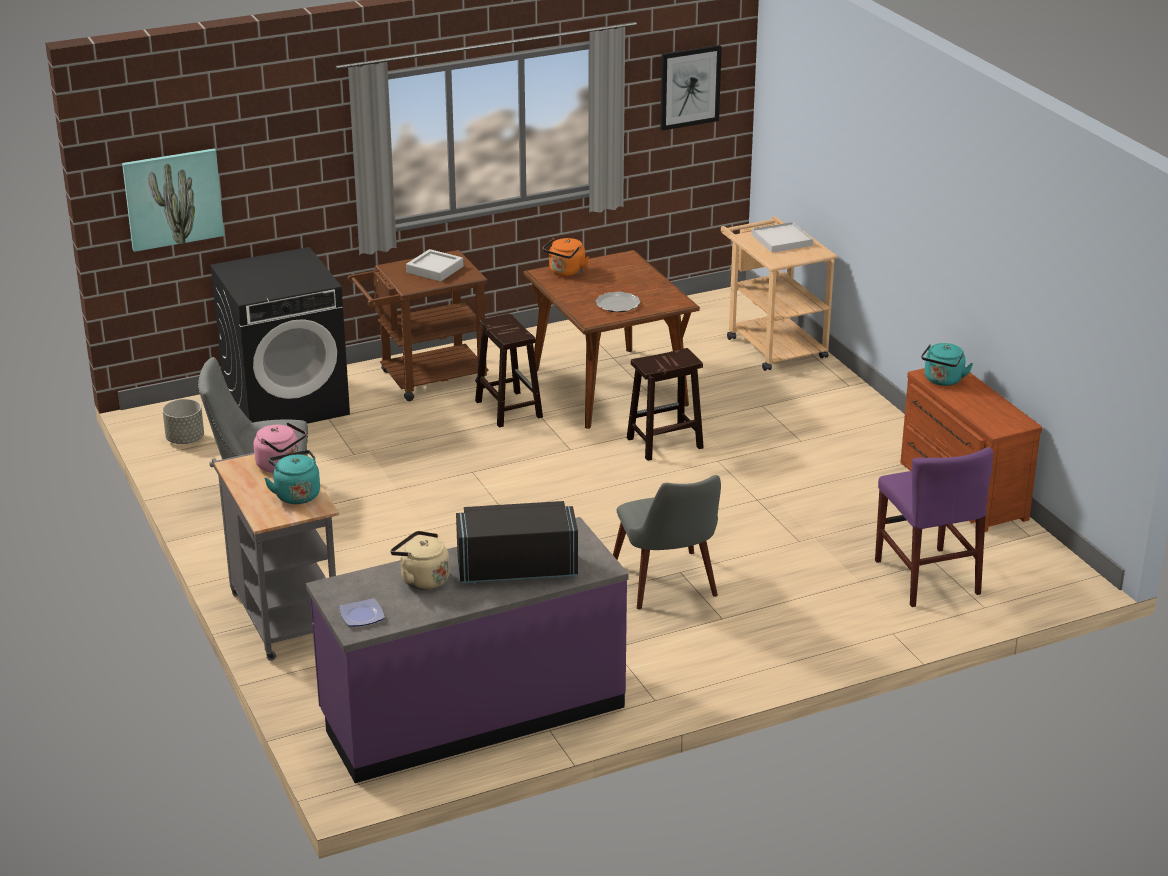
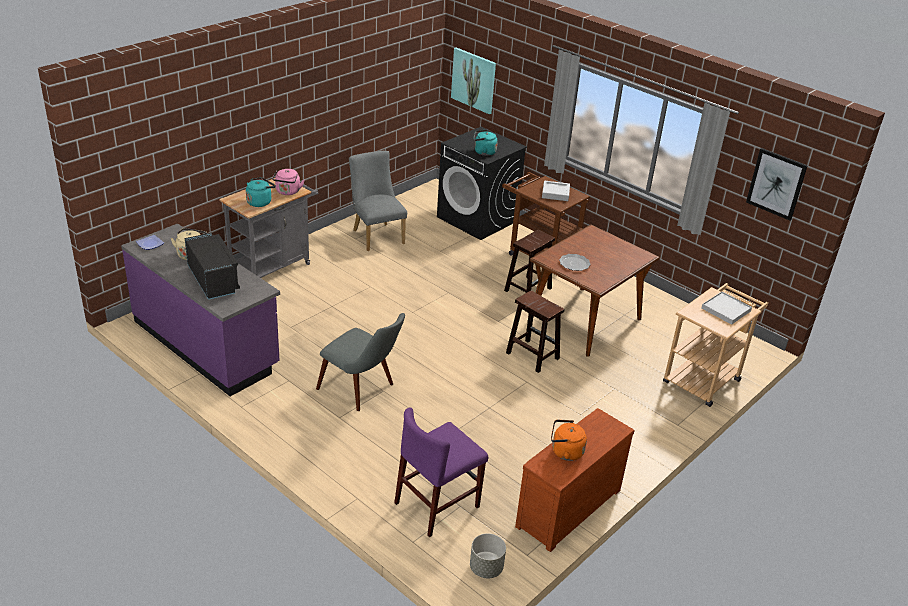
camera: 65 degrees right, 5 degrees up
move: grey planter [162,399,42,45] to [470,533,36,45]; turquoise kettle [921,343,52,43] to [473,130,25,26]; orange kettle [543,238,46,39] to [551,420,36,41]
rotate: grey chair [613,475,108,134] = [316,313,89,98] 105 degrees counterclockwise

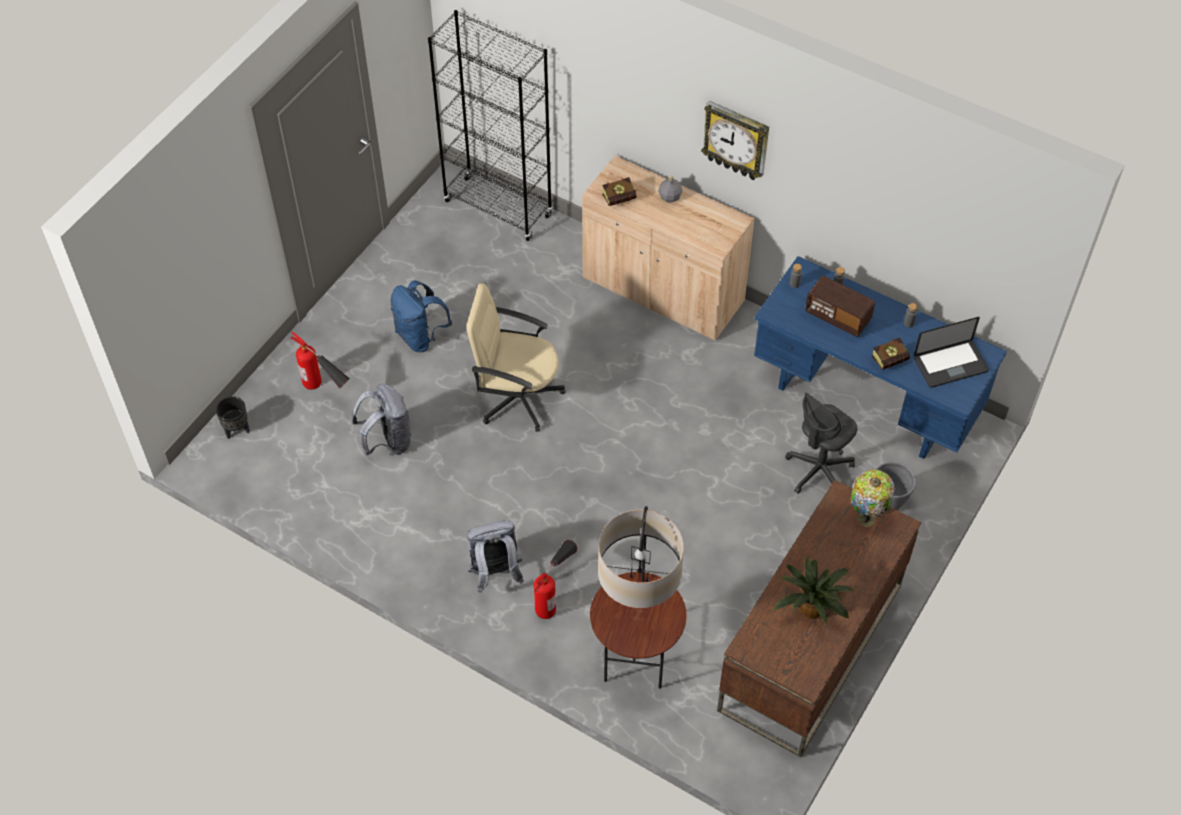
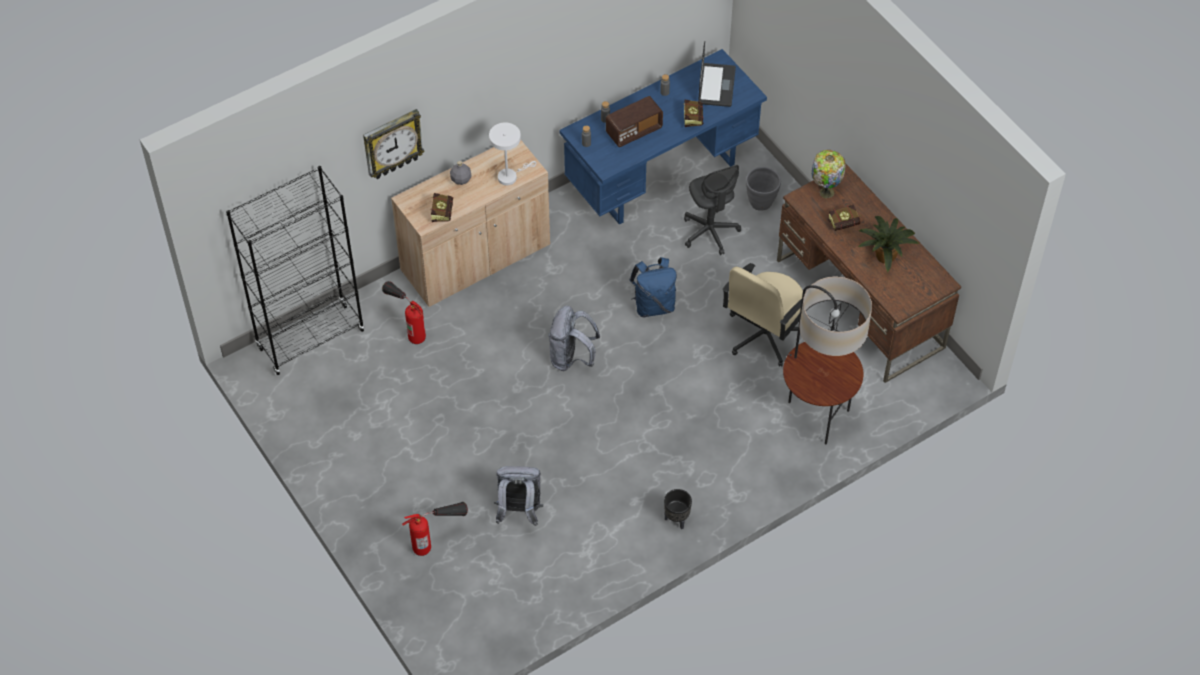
camera: 65 degrees left, 0 degrees up
insert: white table lamp [489,123,47,62]; book [828,205,32,26]
move: wall clock [701,101,68,79] to [363,109,62,70]; fire extinguisher [534,540,43,79] to [382,281,44,63]; grey backpack [466,520,58,73] to [548,306,52,65]; blue backpack [390,281,62,71] to [630,257,47,60]; black planter [216,396,34,43] to [664,489,28,40]; beige office chair [467,283,98,149] to [722,263,81,104]

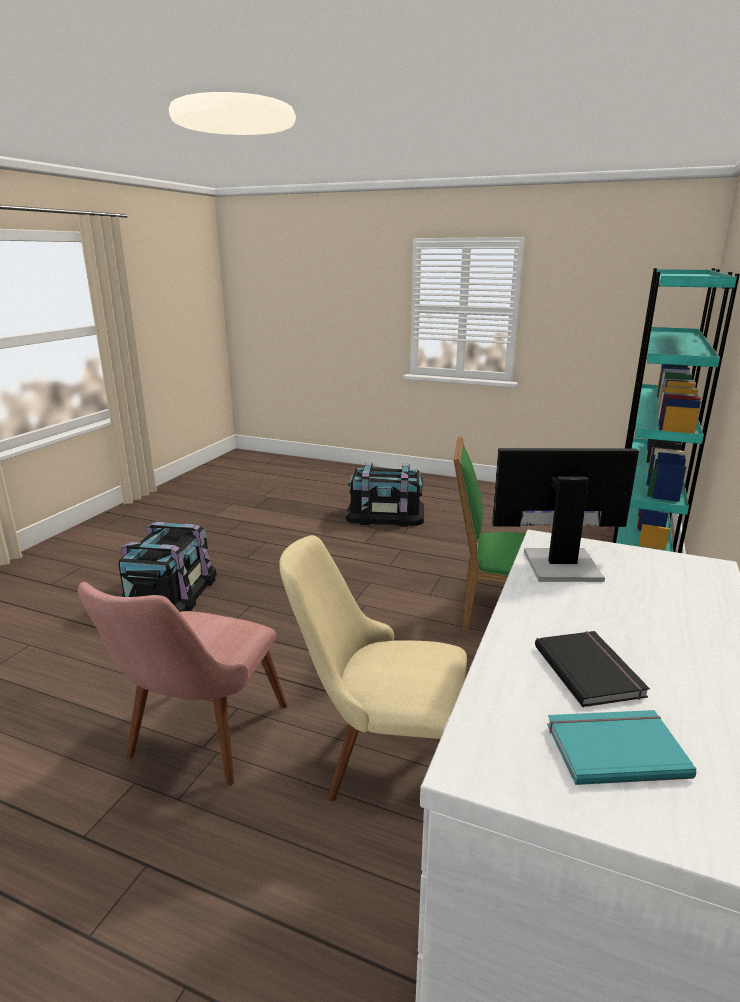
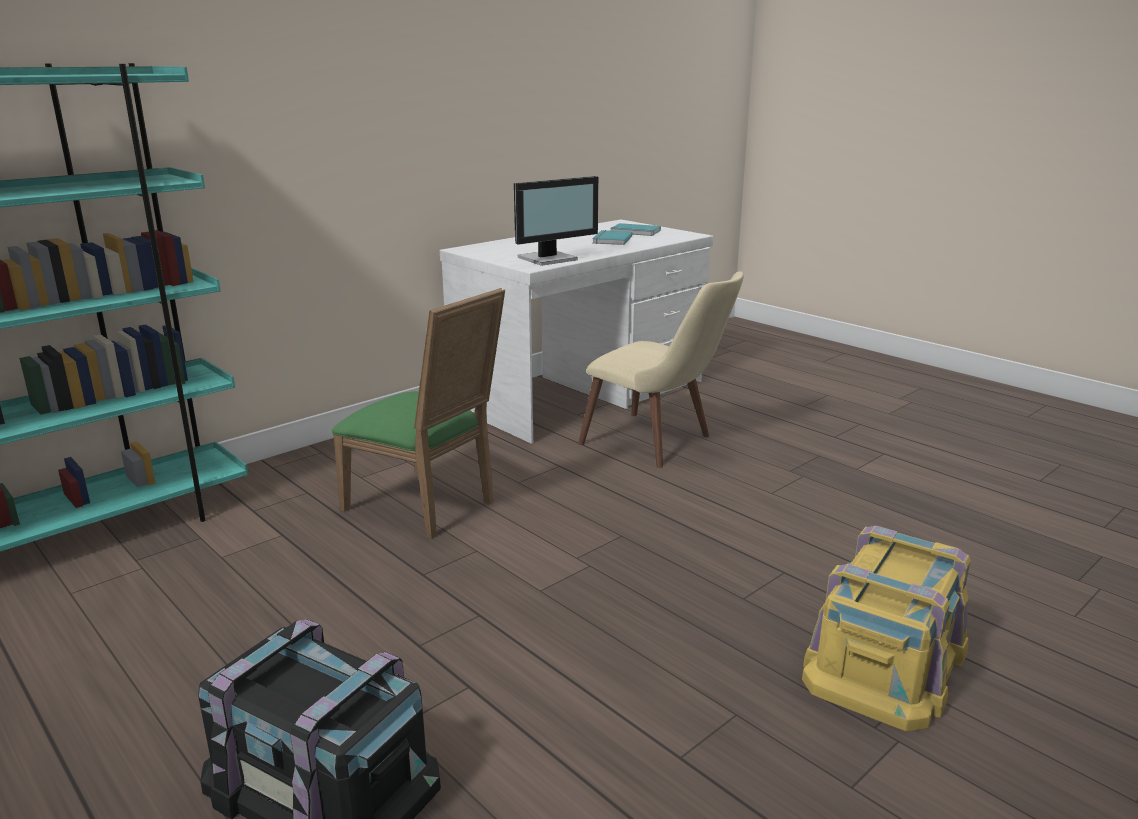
camera: 155 degrees left, 0 degrees up
delete: pink chair [78,582,209,204]
recolor: black book [535,631,115,76] to turquoise book [592,230,41,15]; black storage box [118,522,99,90] to yellow storage box [802,526,169,205]
rotate: monitor [492,448,147,134] = [514,176,85,90] 60 degrees counterclockwise

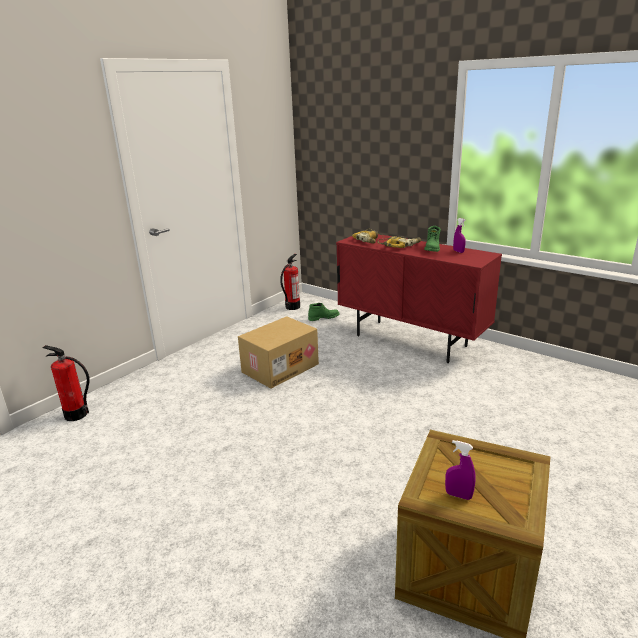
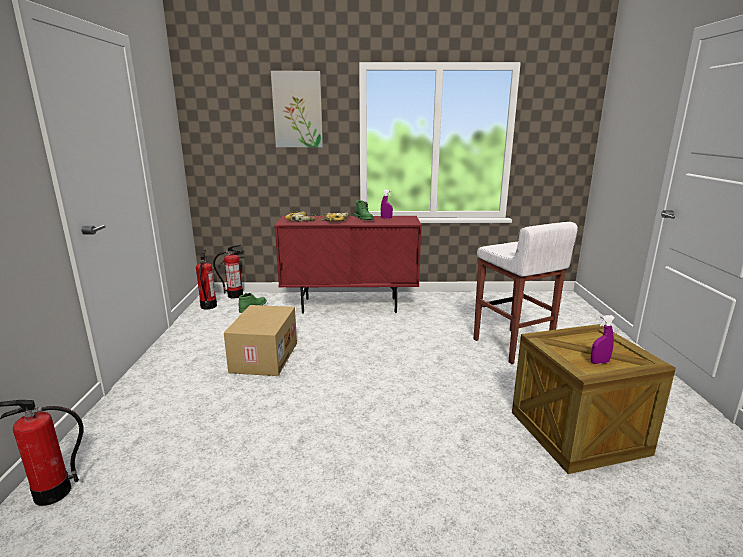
camera: 40 degrees left, 5 degrees down
insert: fire extinguisher [213,245,30,54]; picture [271,71,52,76]; white stool [474,222,104,142]

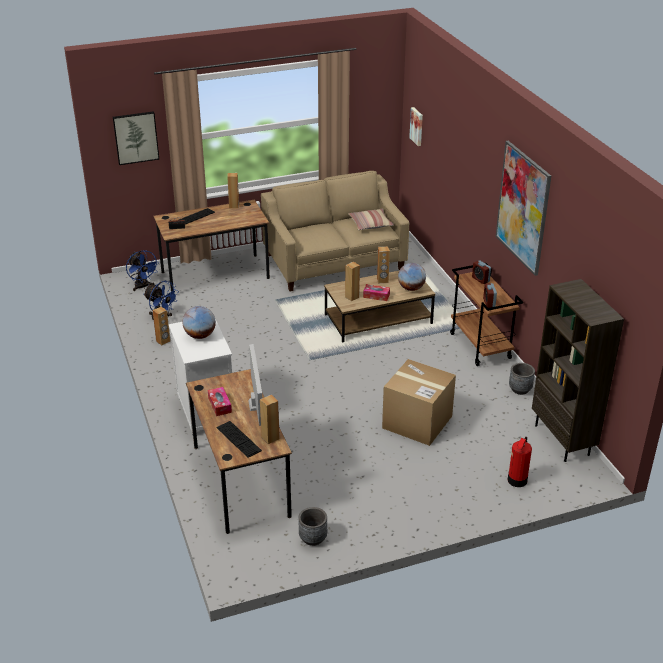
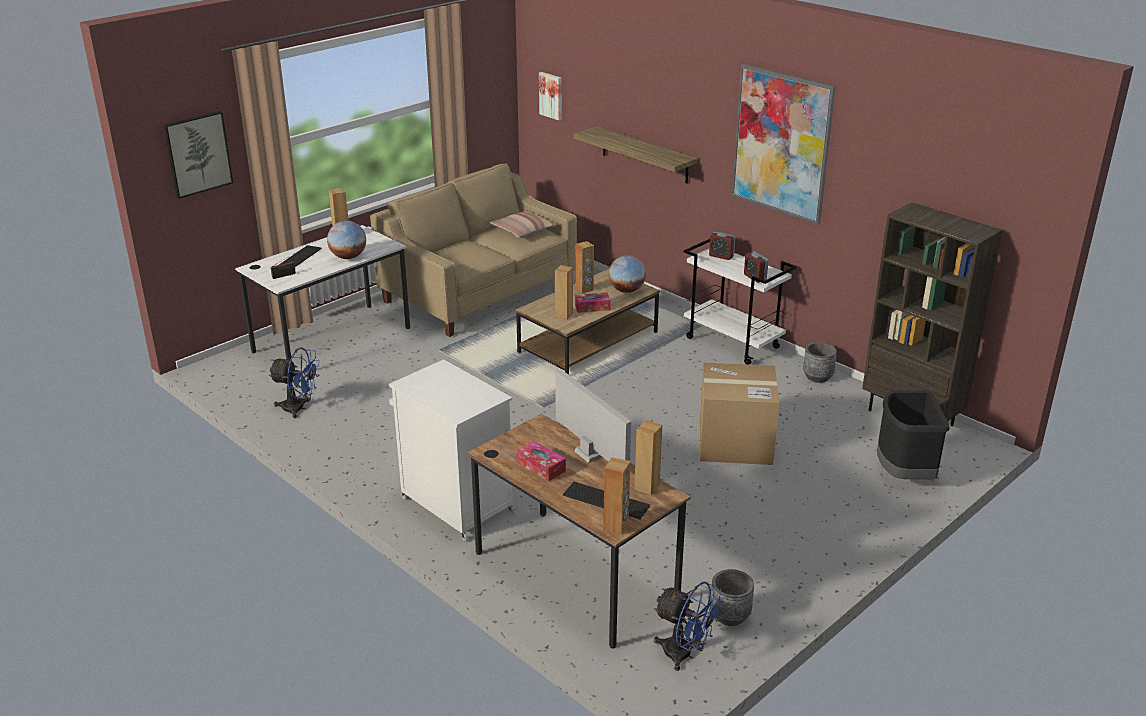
camera: 25 degrees left, 5 degrees down
insert: shelf [574,126,124,58]
move: globe [183,306,33,33] to [327,221,39,38]; brown speaker [152,307,18,38] to [603,457,27,78]; blue fan [126,251,32,40] to [654,582,70,89]
replace: fire extinguisher [508,437,24,50] to black trash can [877,390,73,89]
recolor: brown desk [154,200,116,92] to white desk [235,225,175,135]; brown cart [450,263,73,103] to white cart [684,239,113,125]

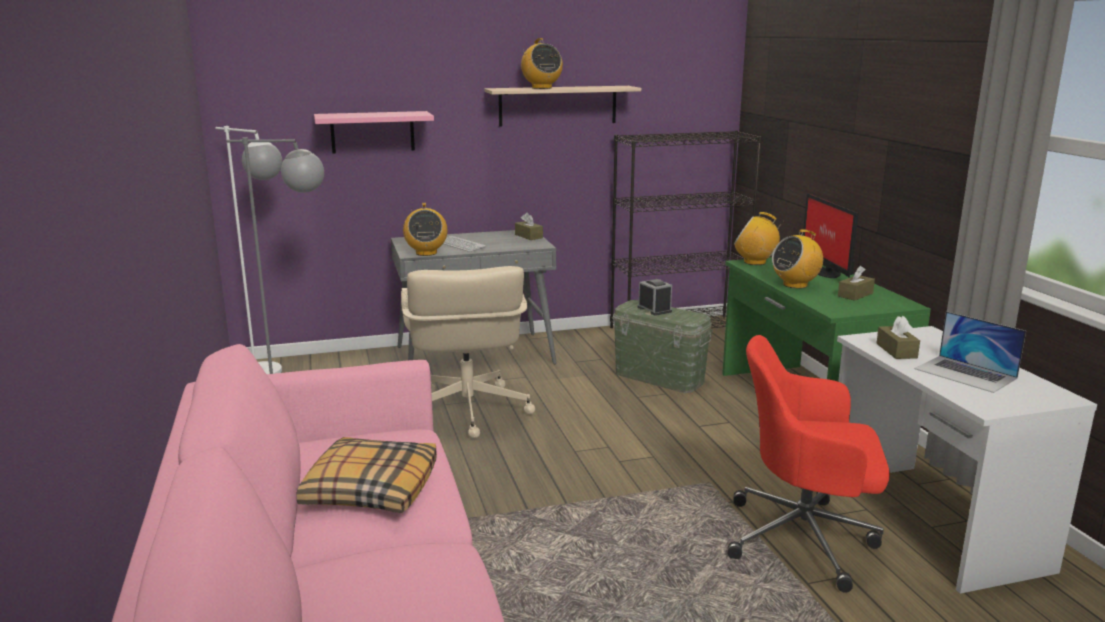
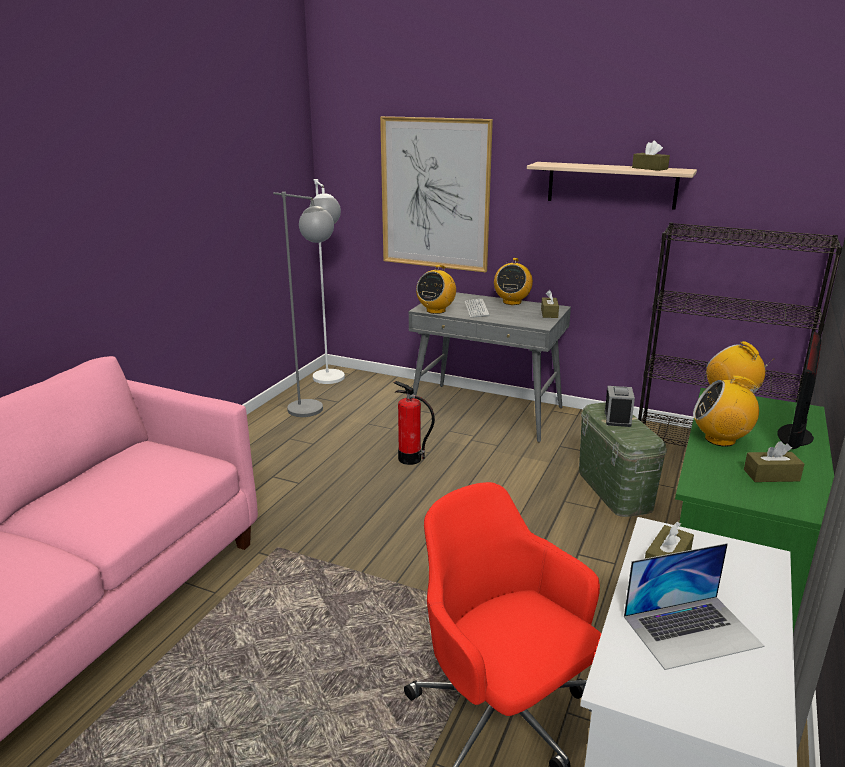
camera: 40 degrees right, 5 degrees up
delete: pillow [296,437,141,76]
insert: brown tissue box [632,141,38,30]
move: radio [521,38,42,51] to [494,258,39,47]
replace: pink shelf [314,111,120,42] to picture [380,116,113,156]; beige office chair [401,266,134,172] to fire extinguisher [393,381,42,84]
rotate: laptop [914,311,112,82] = [624,543,140,127] 105 degrees counterclockwise

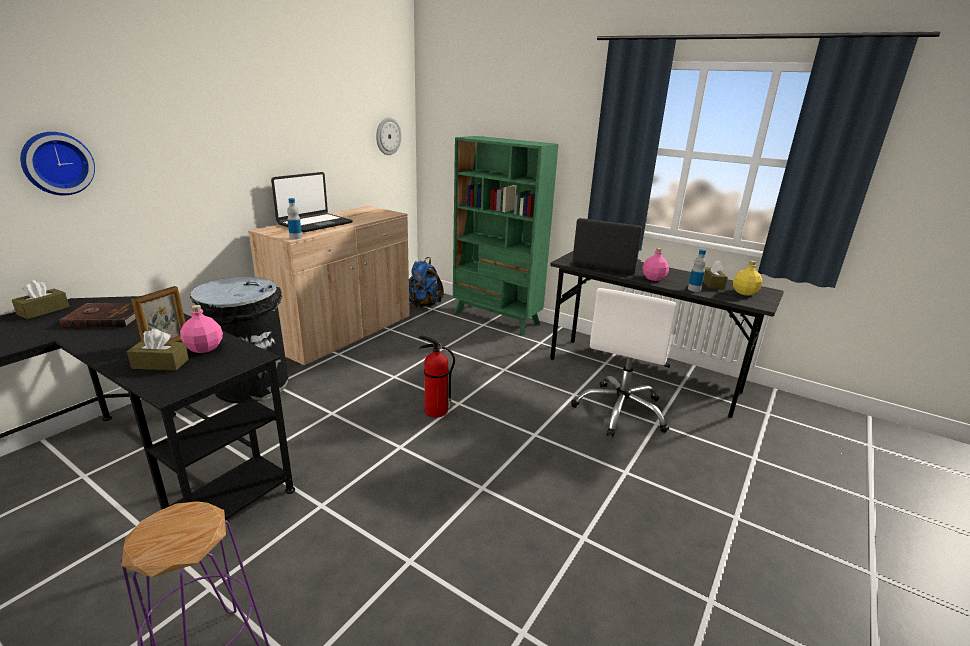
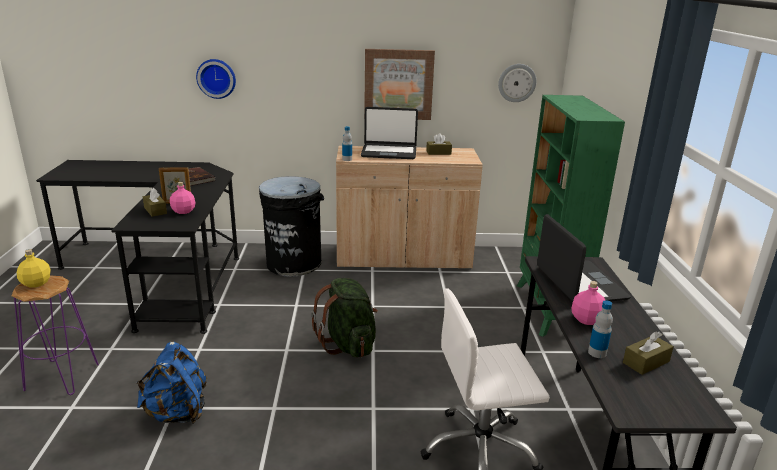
camera: 55 degrees right, 0 degrees up
insert: picture [364,49,71,71]
move: yellow bottle [733,261,29,35] to [17,249,34,39]; blue backpack [409,257,35,51] to [136,342,71,82]; brown tissue box [12,280,58,39] to [426,133,26,22]
replace: fire extinguisher [418,335,37,82] to green backpack [311,278,67,79]

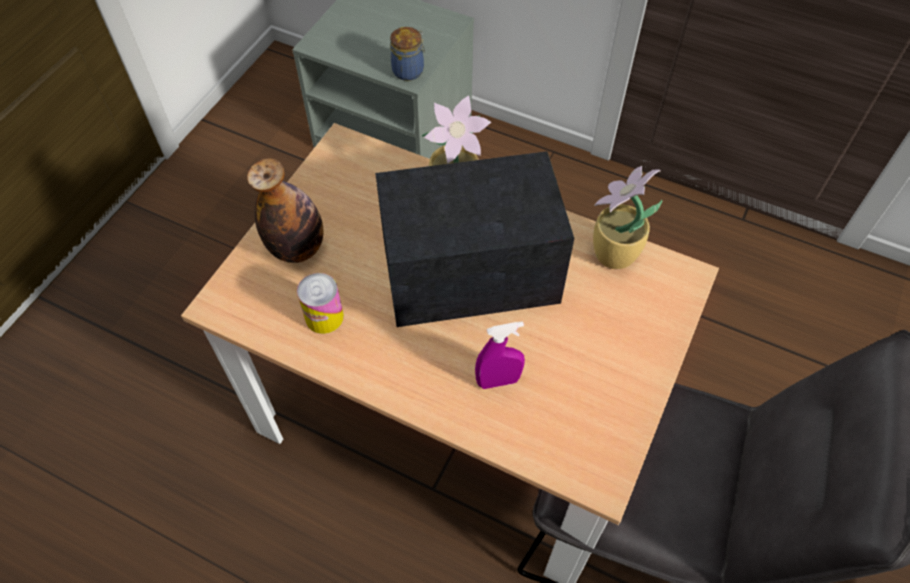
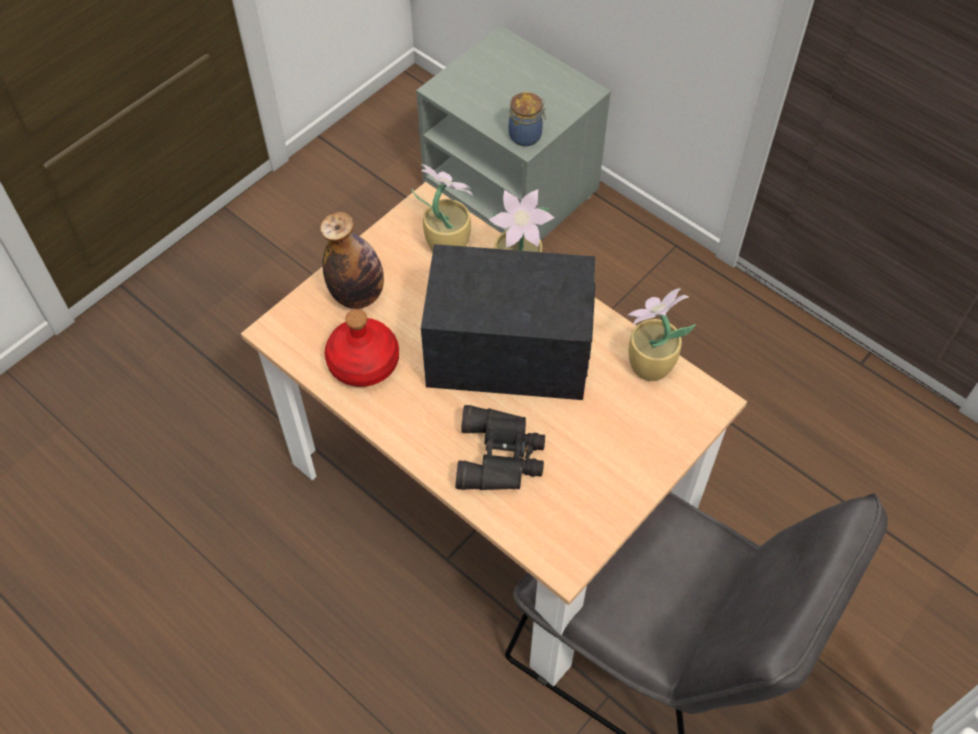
camera: 15 degrees right, 0 degrees up
insert: potted plant [411,164,62,88]
replace: can [297,273,47,61] to red bottle [325,310,74,77]; purple spray bottle [475,321,50,68] to black binoculars [455,405,90,85]

